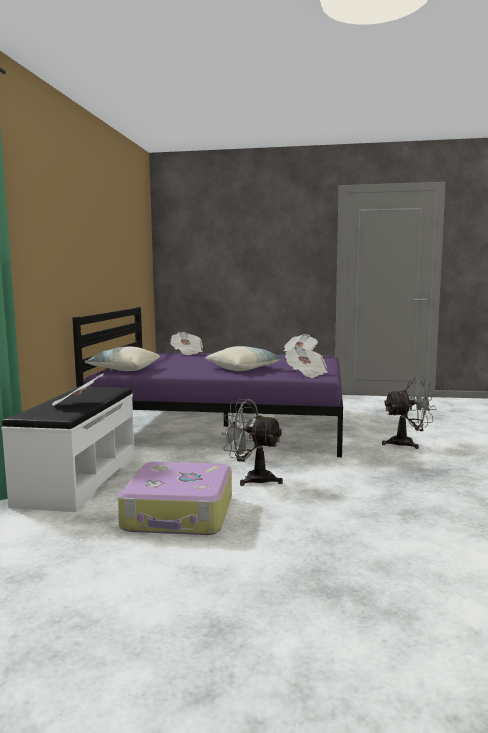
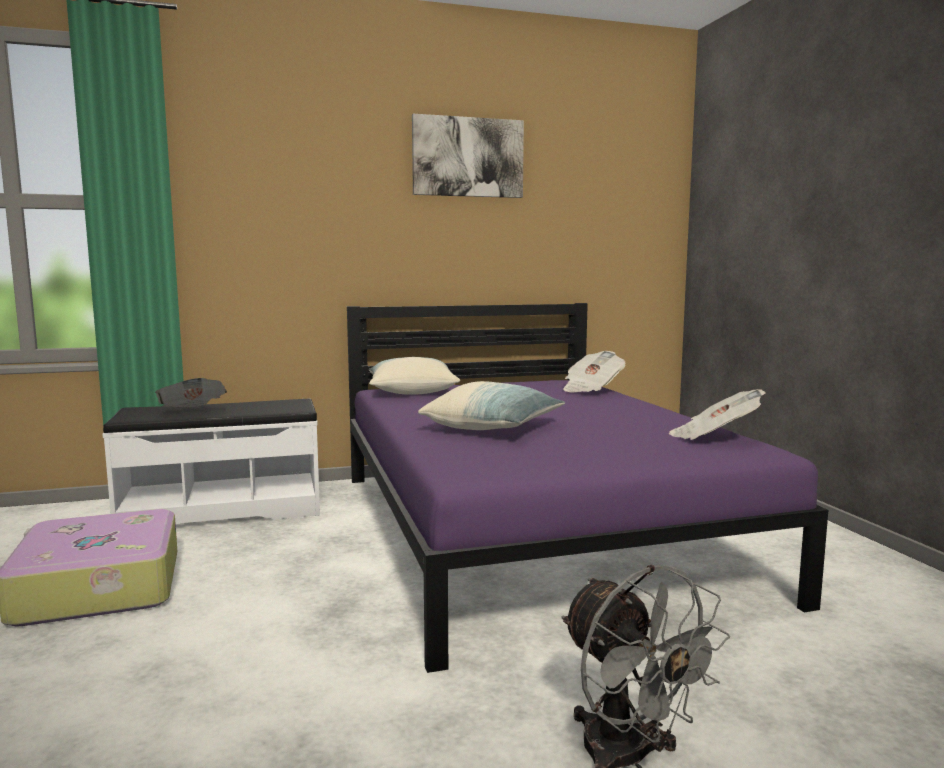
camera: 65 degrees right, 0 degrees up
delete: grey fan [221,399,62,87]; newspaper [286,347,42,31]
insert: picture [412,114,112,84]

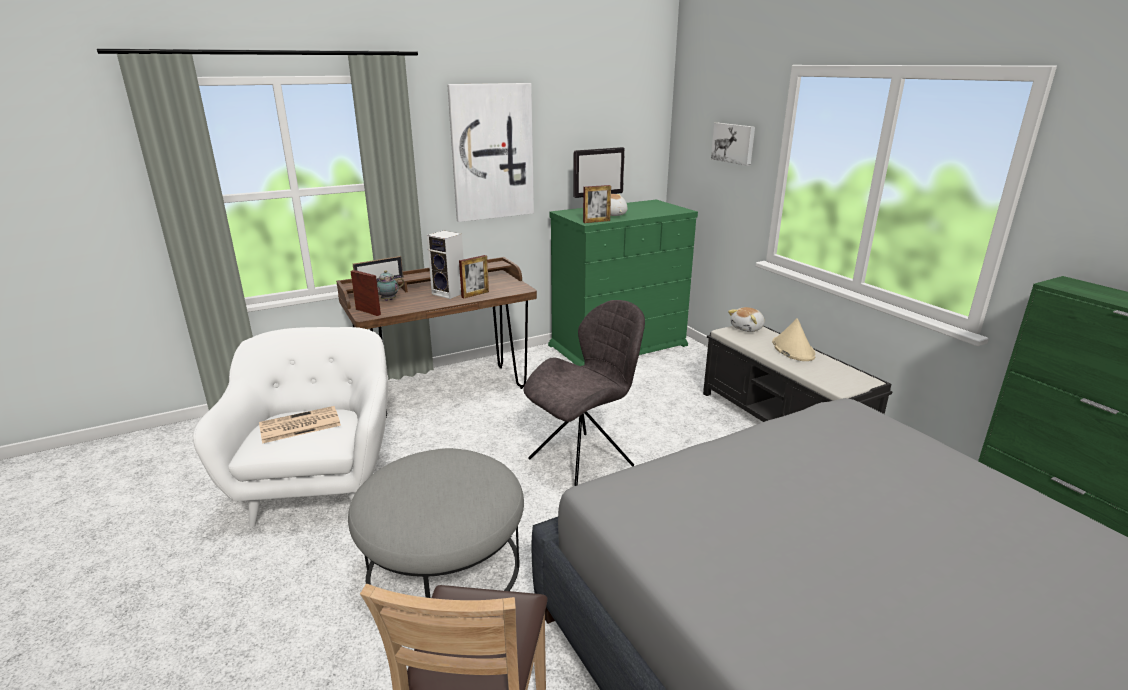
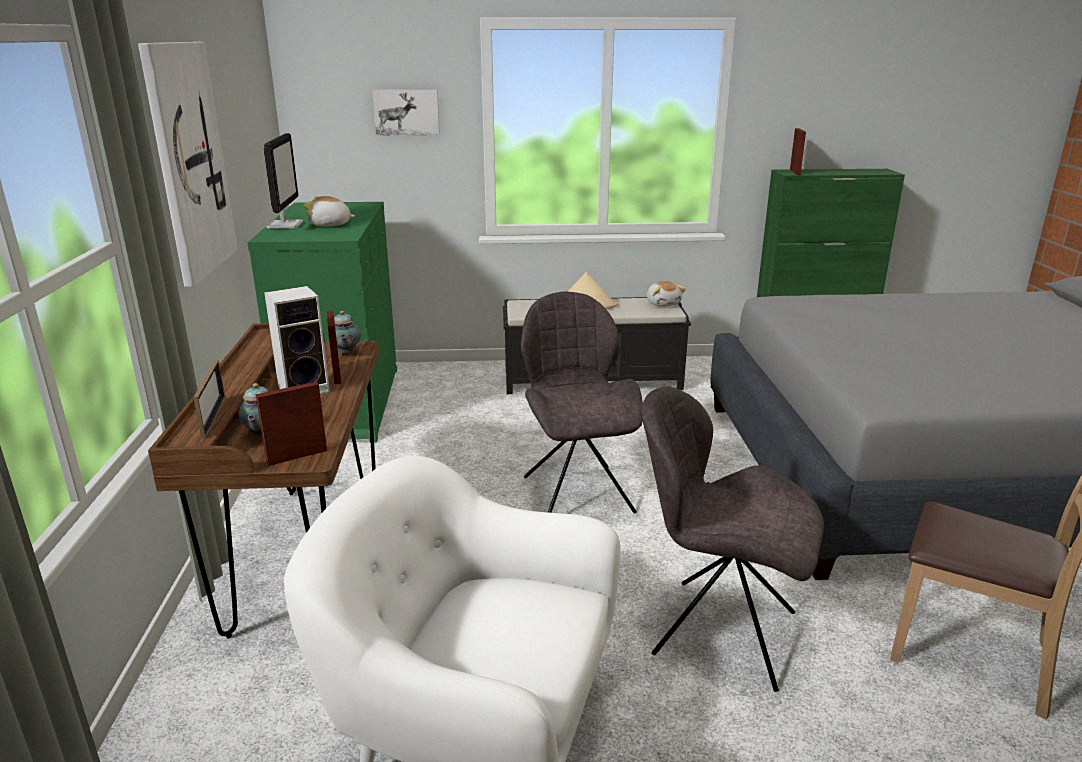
camera: 65 degrees left, 0 degrees up
delete: newspaper [259,406,82,38]
insert: teapot [328,311,33,44]
move: plush toy [728,307,37,25] to [647,281,39,25]; picture frame [583,185,28,38] to [790,128,16,47]
replace: grey ottoman [348,448,176,150] to grey chair [642,386,182,306]

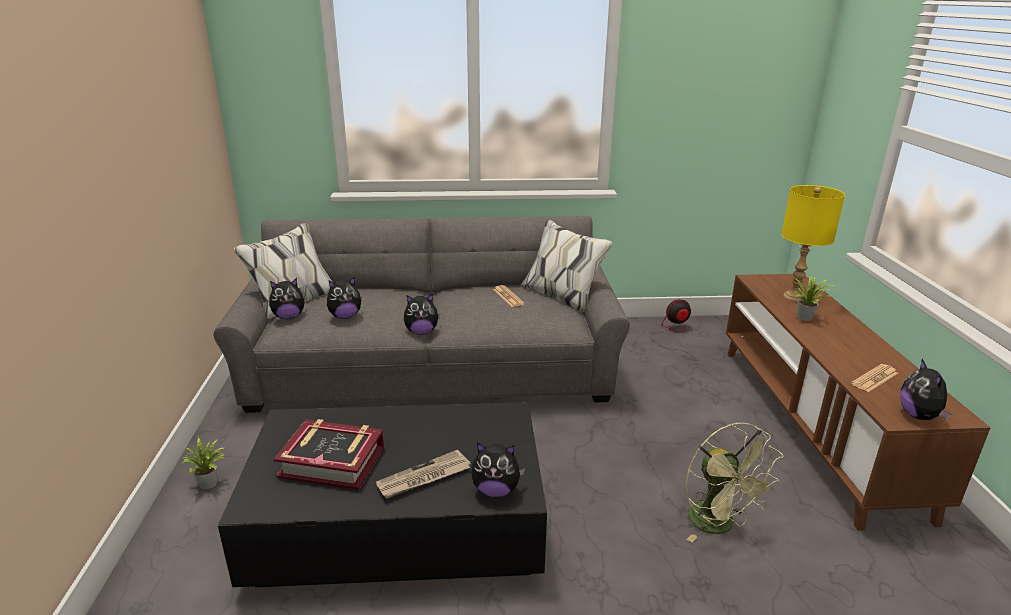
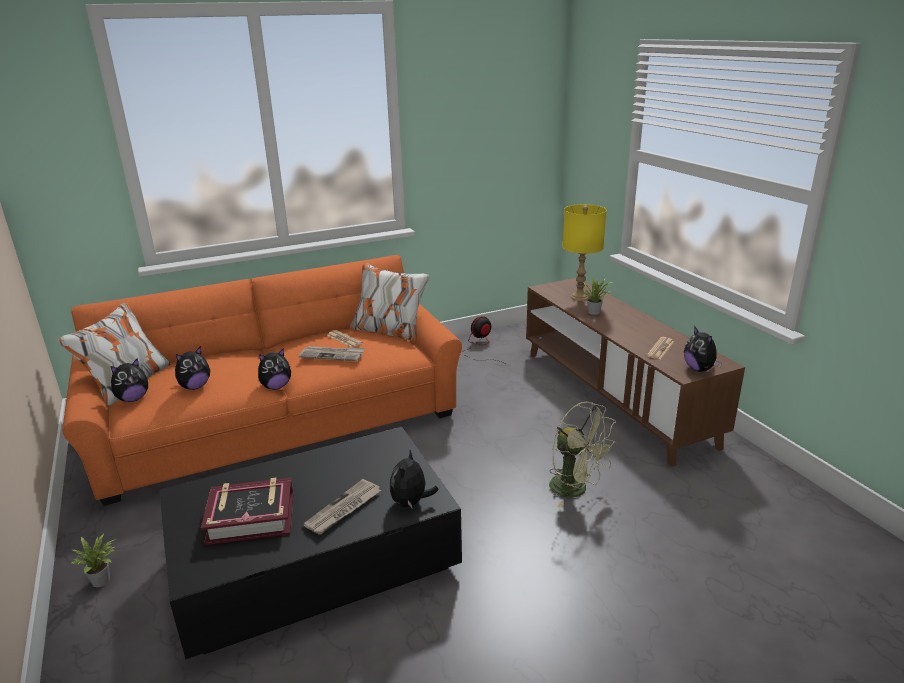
camera: 20 degrees left, 0 degrees up
insert: newspaper [299,346,66,15]
recolor: grey sofa [213,216,417,197] to orange sofa [58,255,404,251]
rotate: plush toy [471,442,54,55] = [389,450,50,59] 120 degrees clockwise

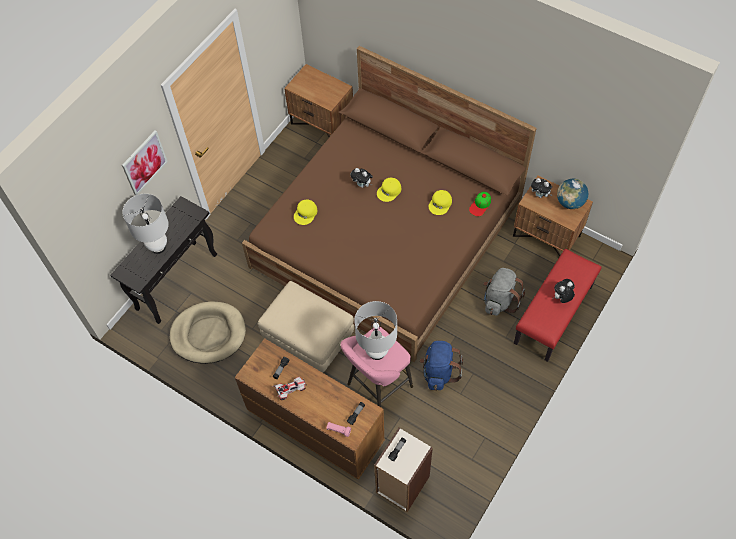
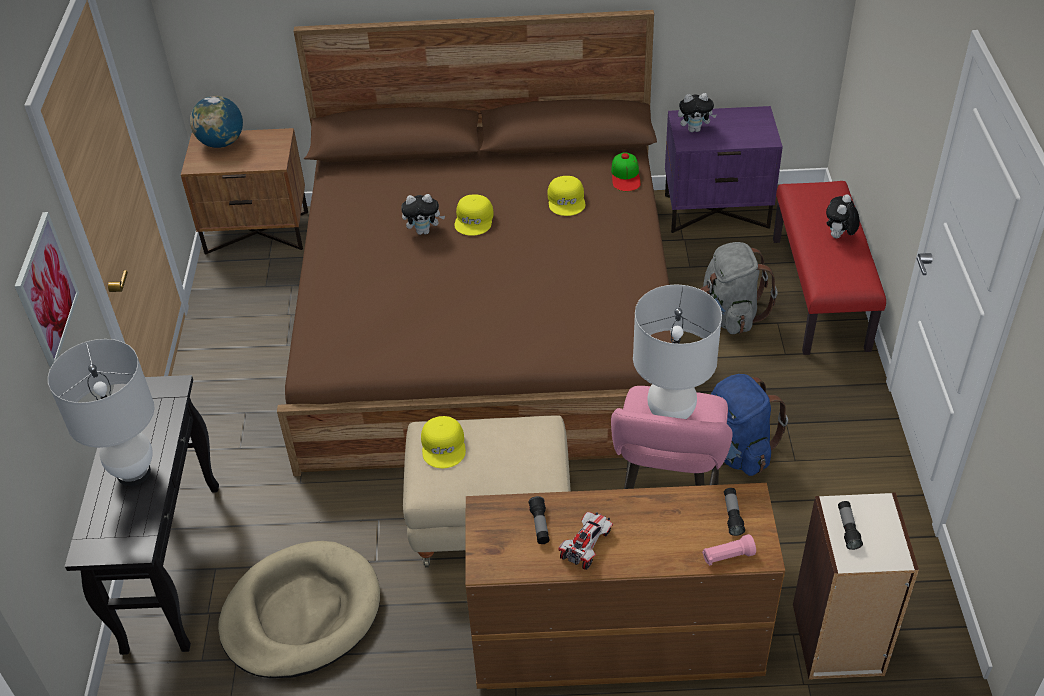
camera: 35 degrees left, 15 degrees down
move: globe [557,179,31,30] to [190,96,53,52]; yellow cap [294,200,23,25] to [421,416,45,52]
recolor: brown nightstand [513,176,80,80] to purple nightstand [665,106,118,127]

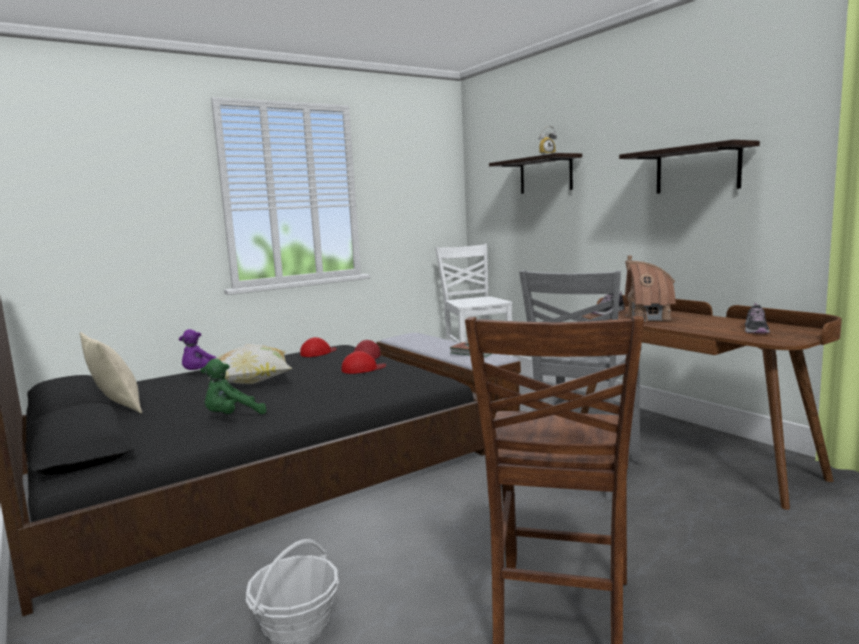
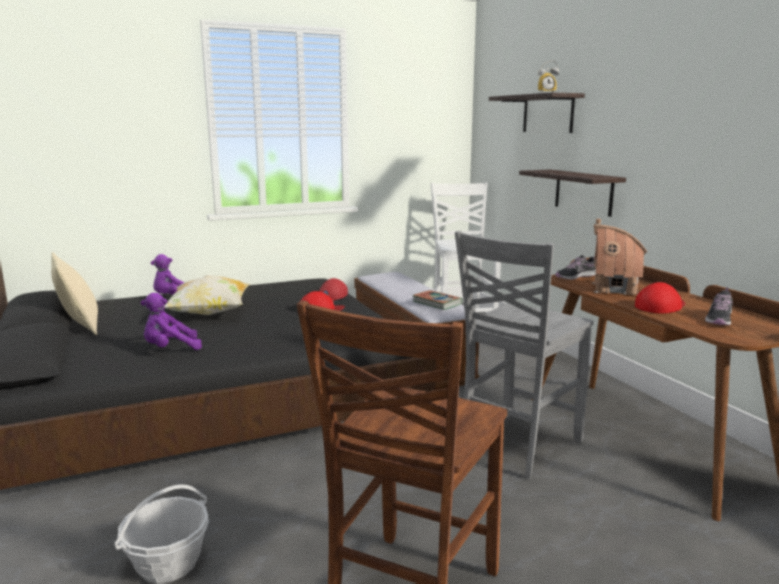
camera: 10 degrees right, 5 degrees up
move: shelf [619,140,141,54] to [519,170,107,47]; red cap [300,337,37,20] to [635,282,50,32]
recolor: green plush toy [201,359,66,55] to purple plush toy [140,293,62,57]

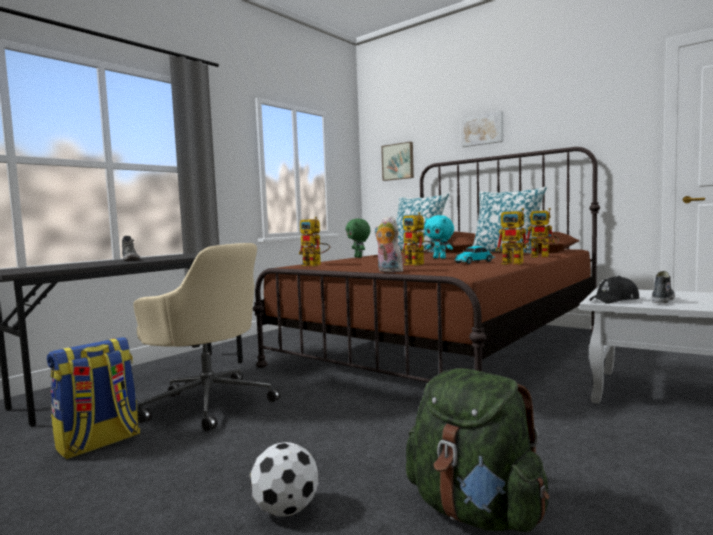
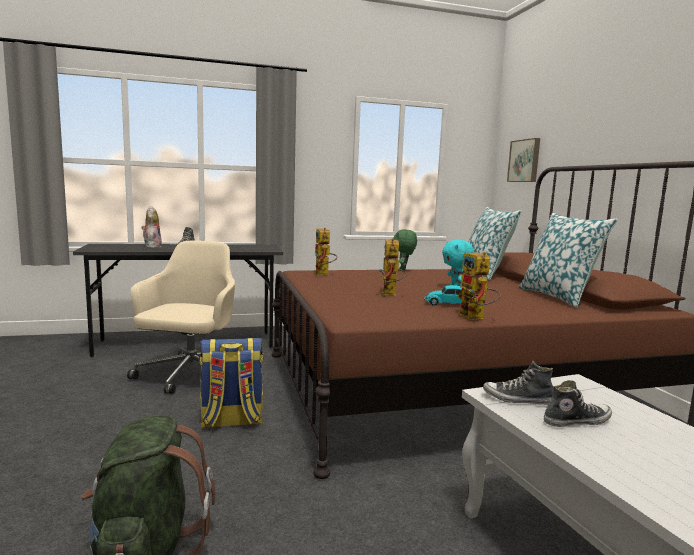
camera: 35 degrees right, 5 degrees up
delete: football [250,442,69,75]; picture [461,111,42,36]; toy robot [526,208,33,49]
move: plush toy [375,216,28,56] to [141,206,21,42]; backpack [47,337,93,122] to [199,338,65,90]
replace: black cap [589,276,50,28] to shoe [483,361,70,44]
rotate: beige office chair [133,243,148,188] = [127,241,108,153] 150 degrees counterclockwise

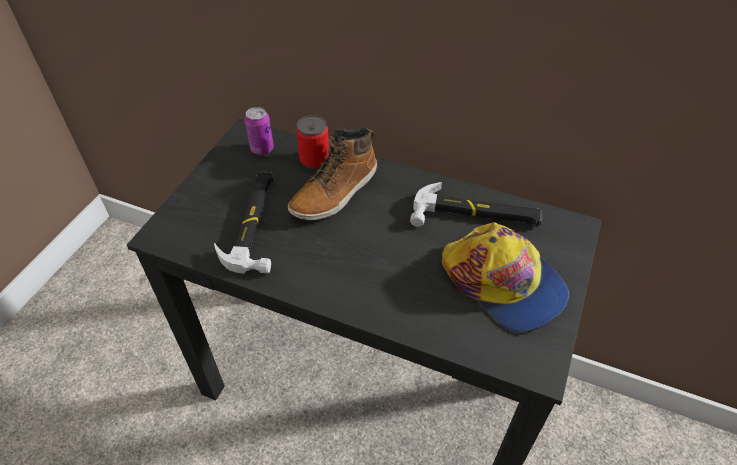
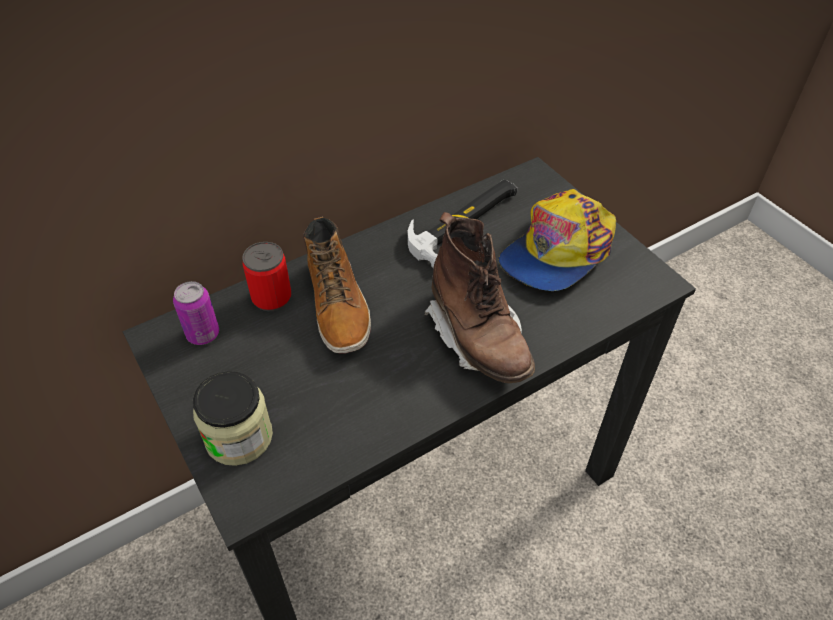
camera: 55 degrees left, 0 degrees up
delete: hammer [214,172,60,102]
insert: jar [193,371,80,95]; brown boot [425,212,110,171]
rotate: cap [442,222,127,111] = [498,189,118,102] 135 degrees clockwise

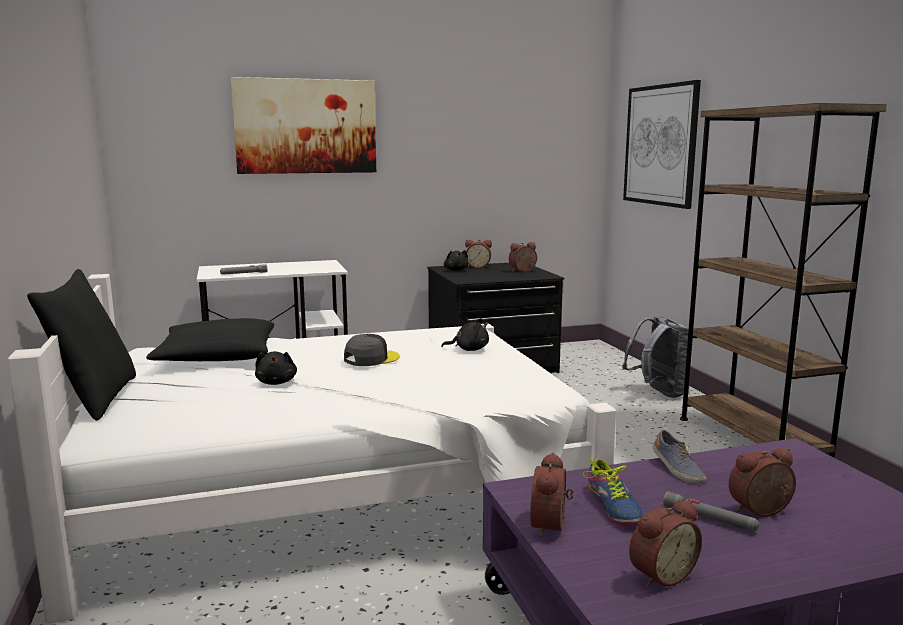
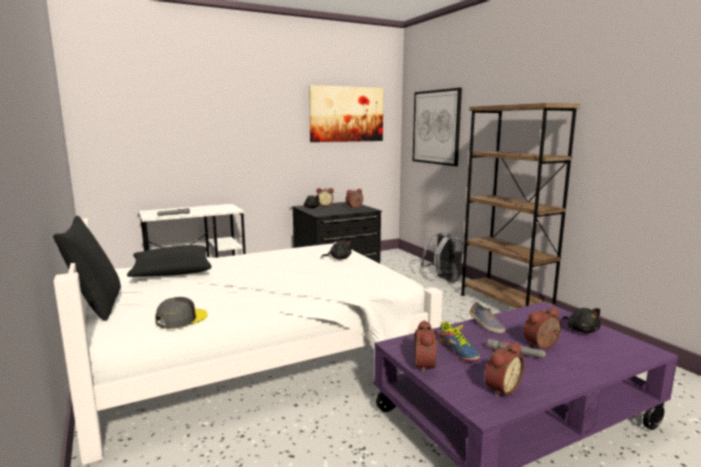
camera: 10 degrees left, 0 degrees up
move: grey cap [344,334,56,32] to [155,297,53,32]; picture [231,77,145,97] to [309,85,75,57]; black plush toy [255,351,42,34] to [562,308,39,25]

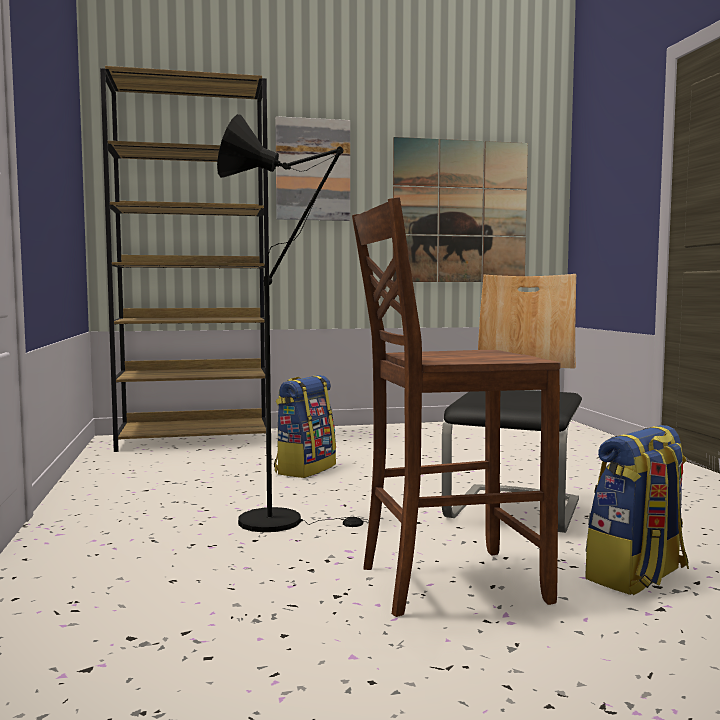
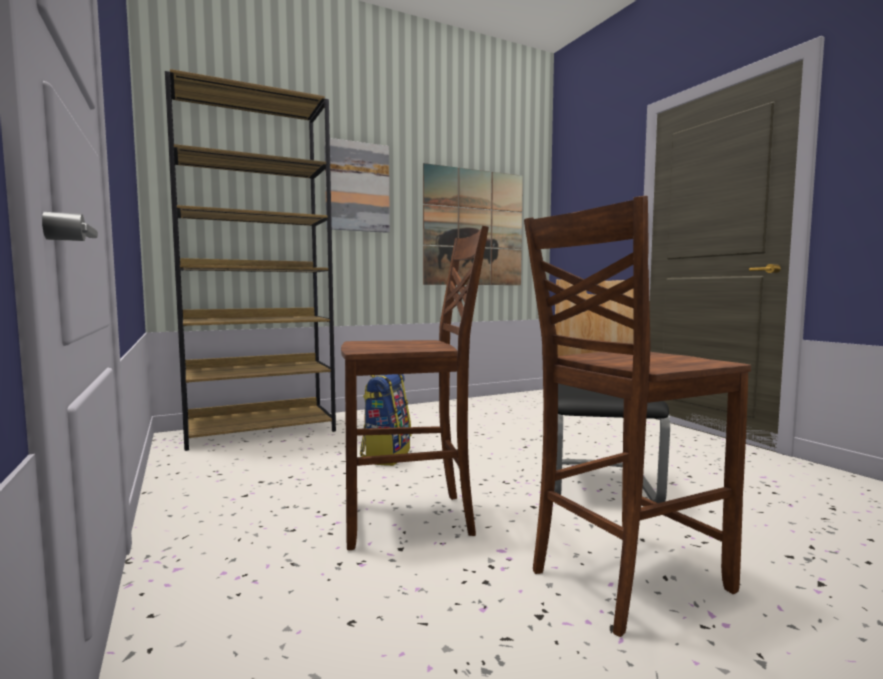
camera: 15 degrees left, 0 degrees up
delete: backpack [585,425,104,170]
replace: black floor lamp [217,114,152,418] to brown chair [341,226,148,324]

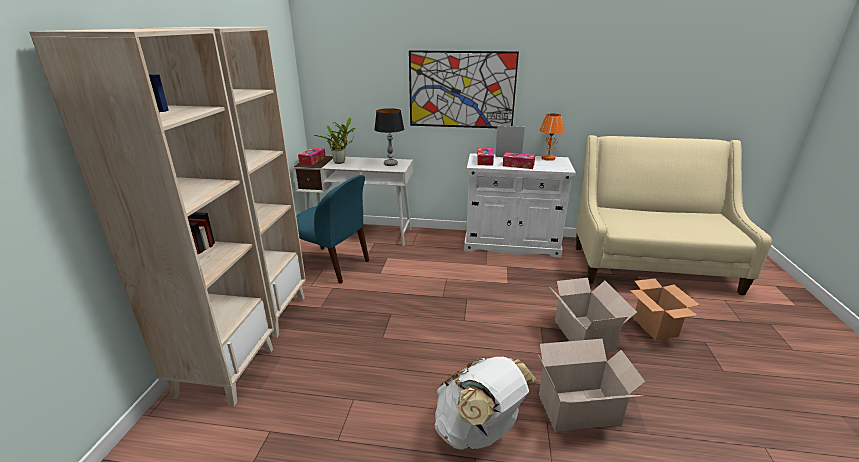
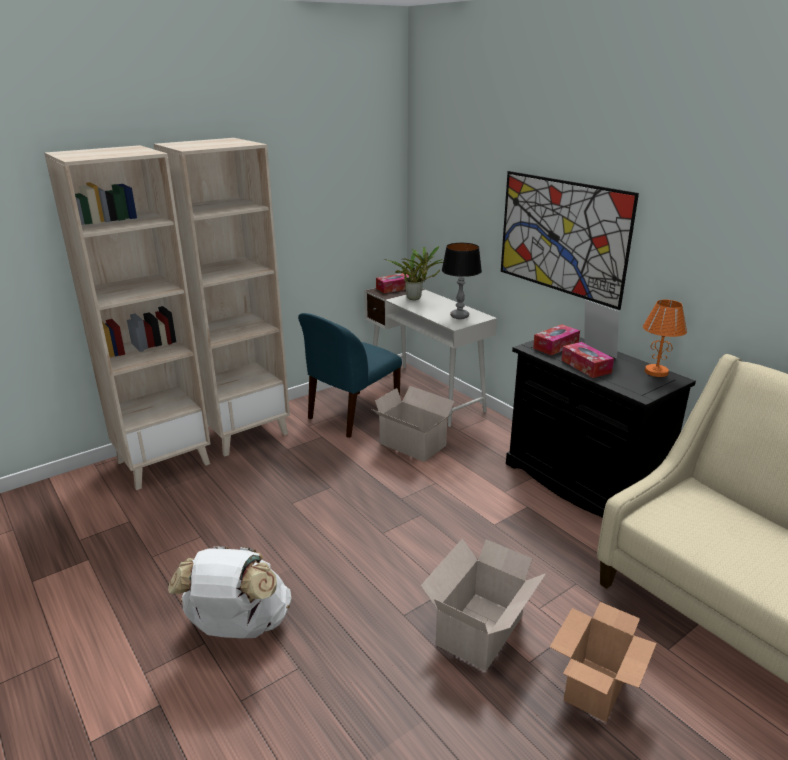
camera: 45 degrees right, 0 degrees up
move: cardboard box [538,339,107,93] to [371,386,84,76]
recolor: white cabinet [464,153,112,105] to black cabinet [506,337,190,181]
rotate: blue chair [296,175,73,109] = [298,313,104,125] 60 degrees clockwise

